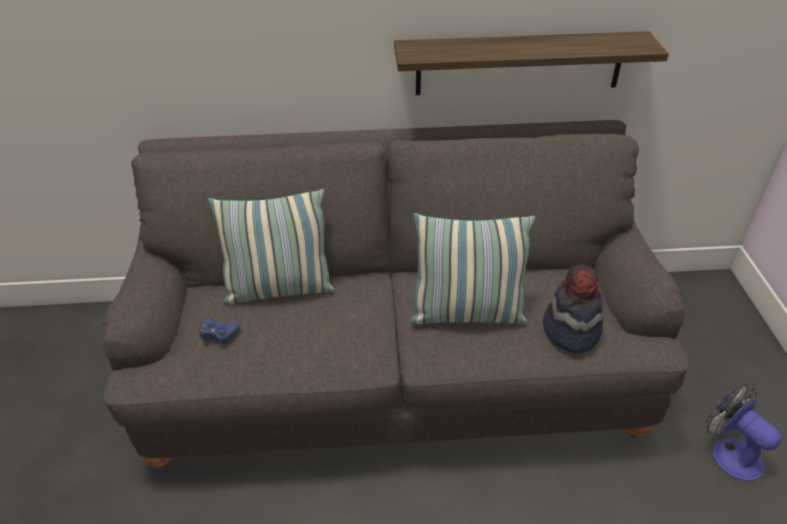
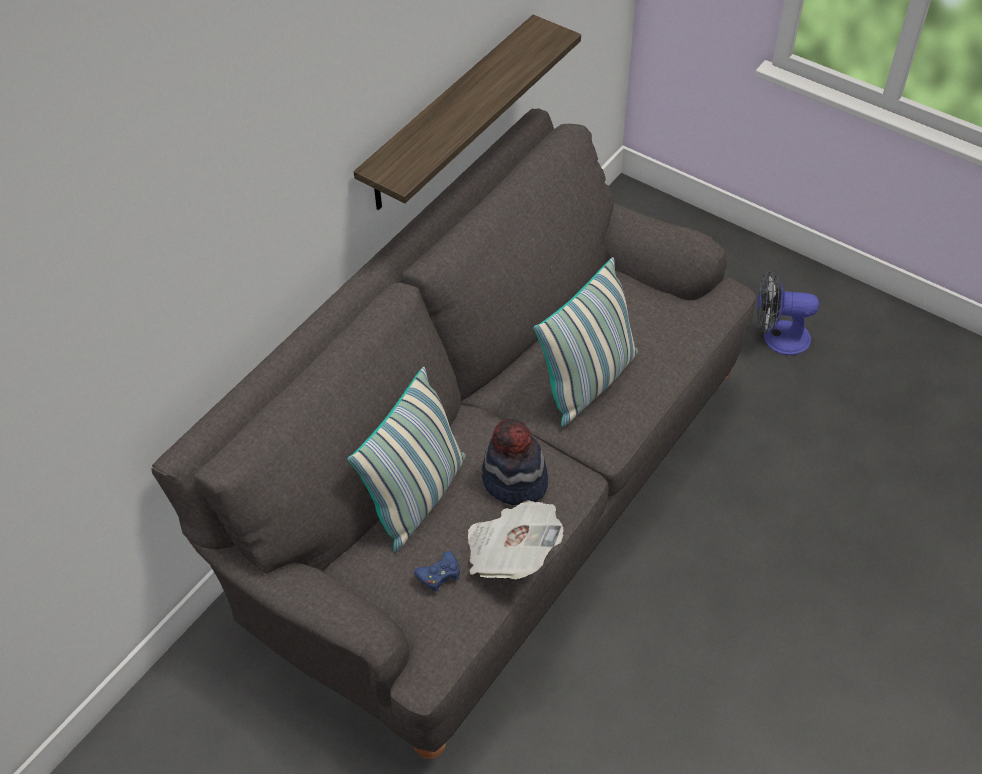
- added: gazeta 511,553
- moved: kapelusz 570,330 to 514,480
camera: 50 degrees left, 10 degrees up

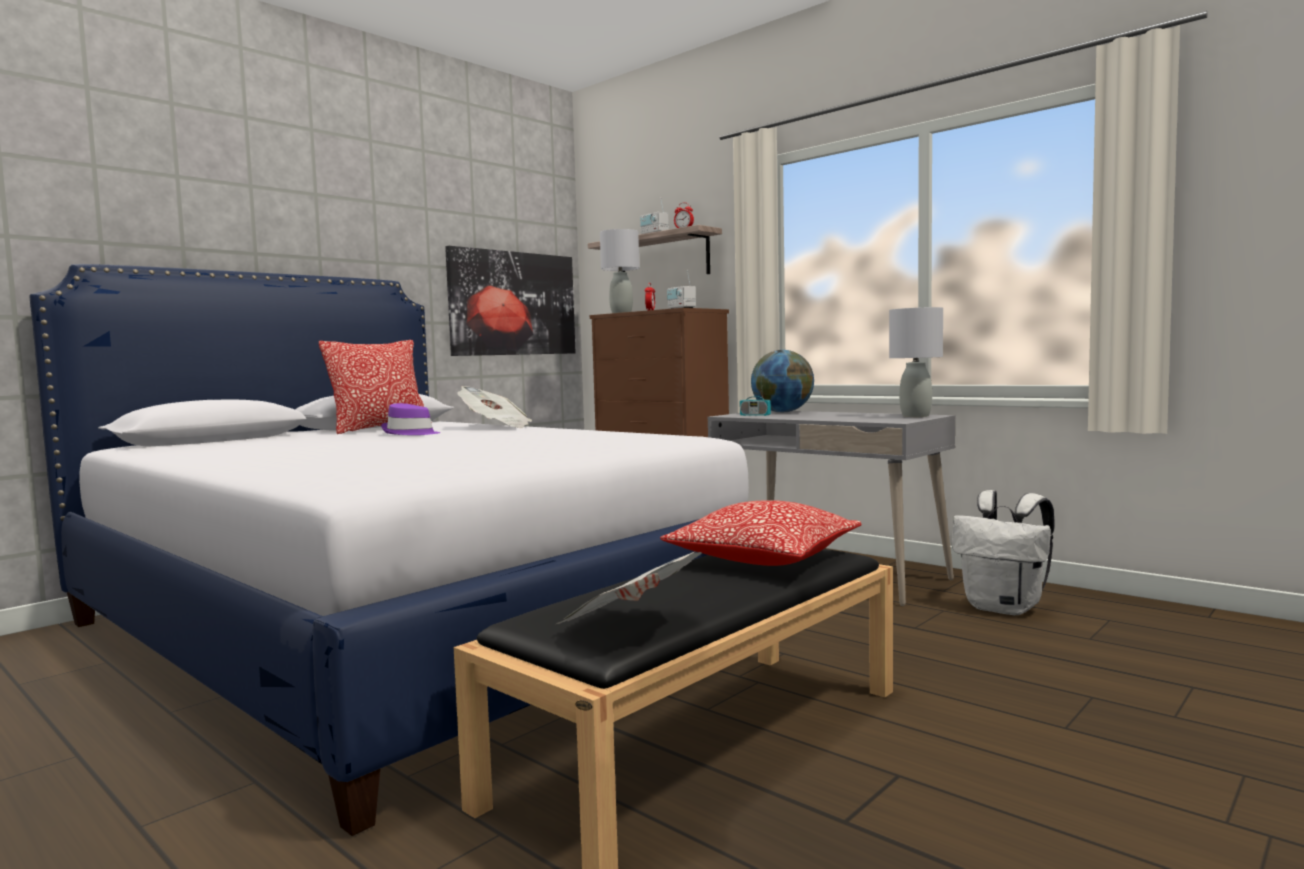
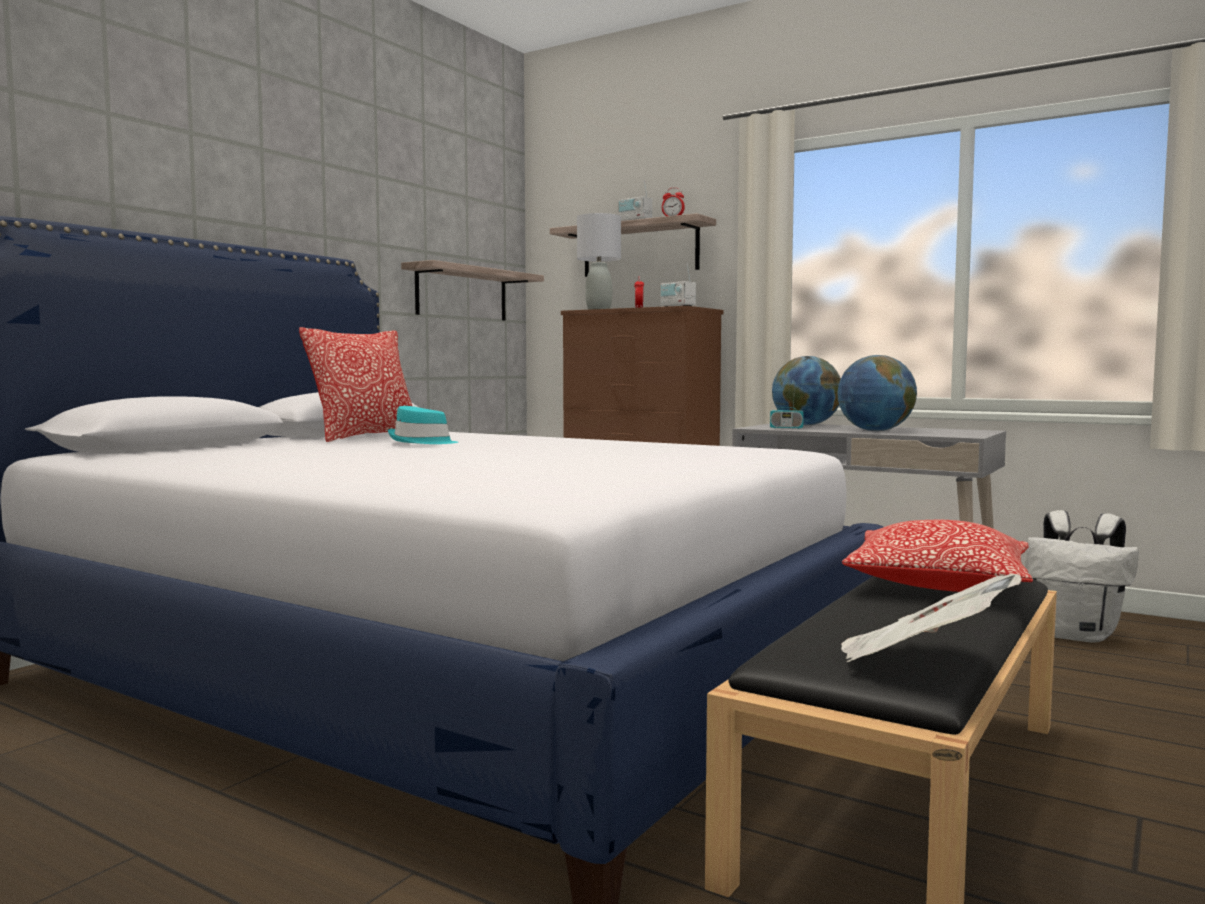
- removed: gazeta 496,427
- removed: lampa stołowa/szary 916,416
- added: globus 875,431
- replaced: obraz 513,303 to półka 462,294
- recoloured: kapelusz/fioletowy 410,433 to kapelusz/turkusowy 422,442
camera: 10 degrees left, 0 degrees up

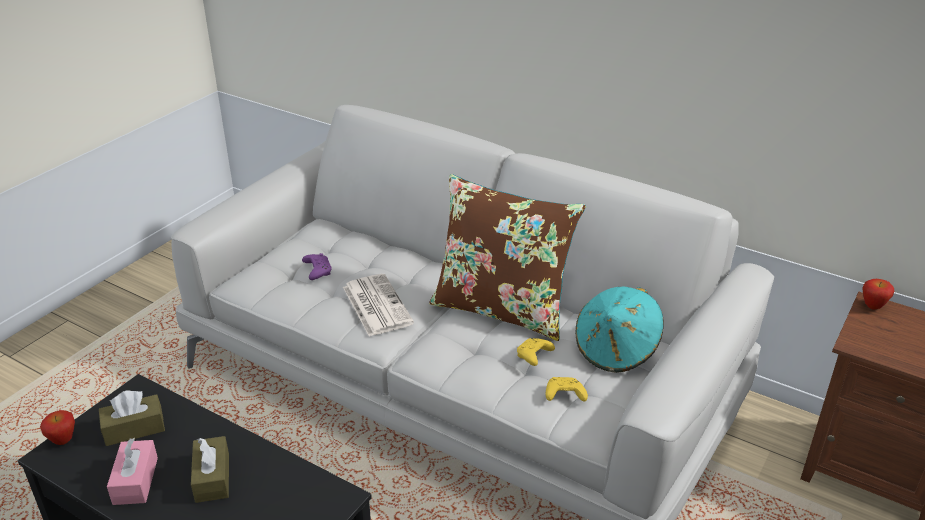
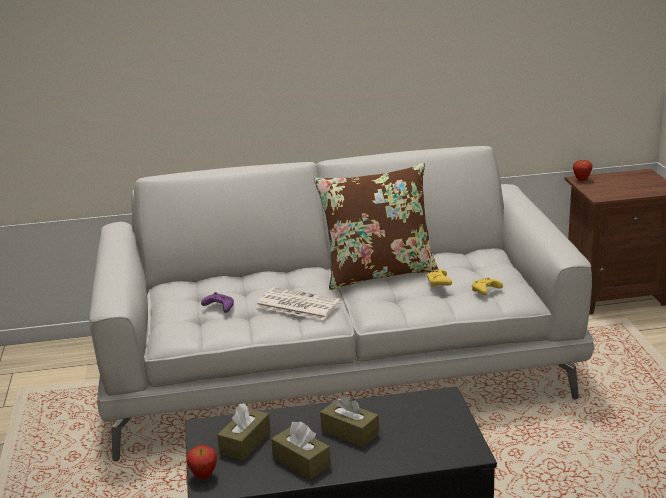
- removed: kapelusz/turkusowy 616,350
- recoloured: pudełko chusteczek/różowy 135,481 to pudełko chusteczek/brązowy 301,462
camera: 40 degrees left, 10 degrees down

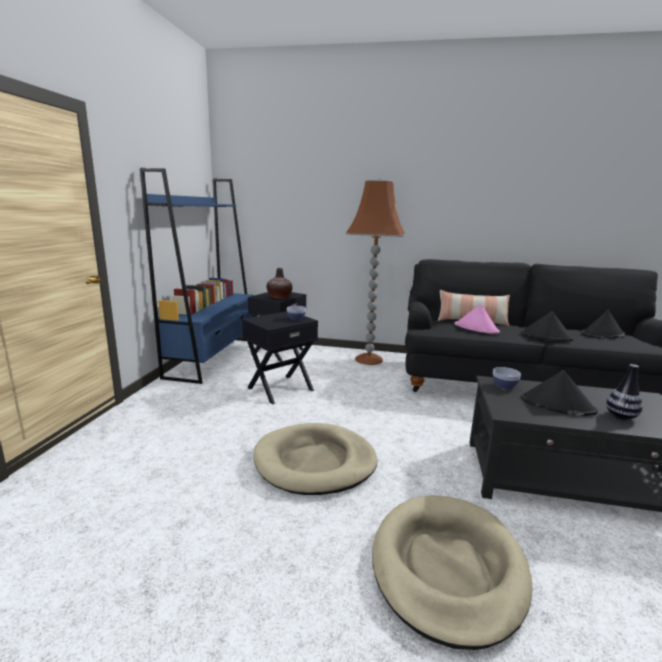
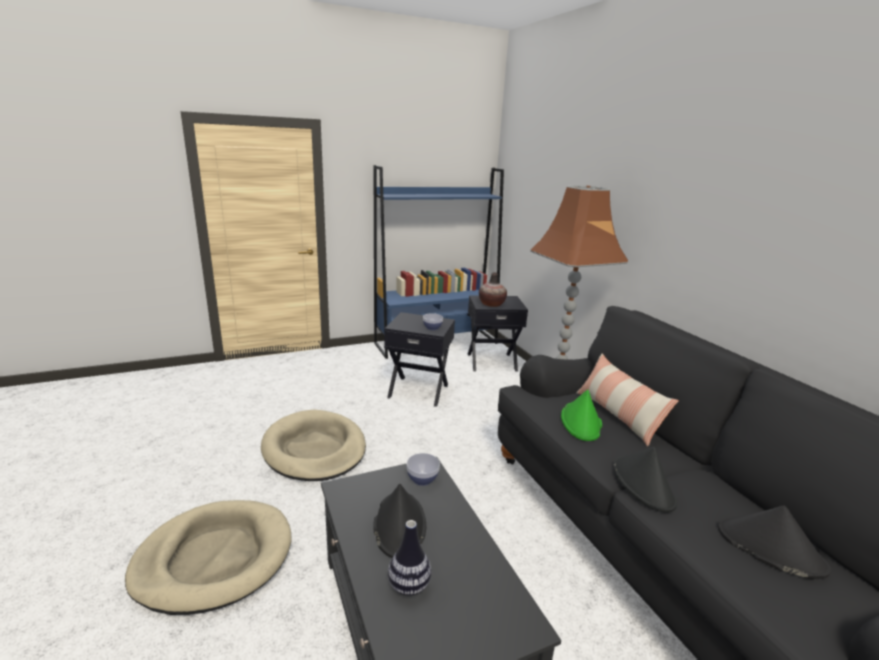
- recoloured: kapelusz/różowy 476,328 to kapelusz/zielony 581,422
camera: 55 degrees right, 5 degrees up

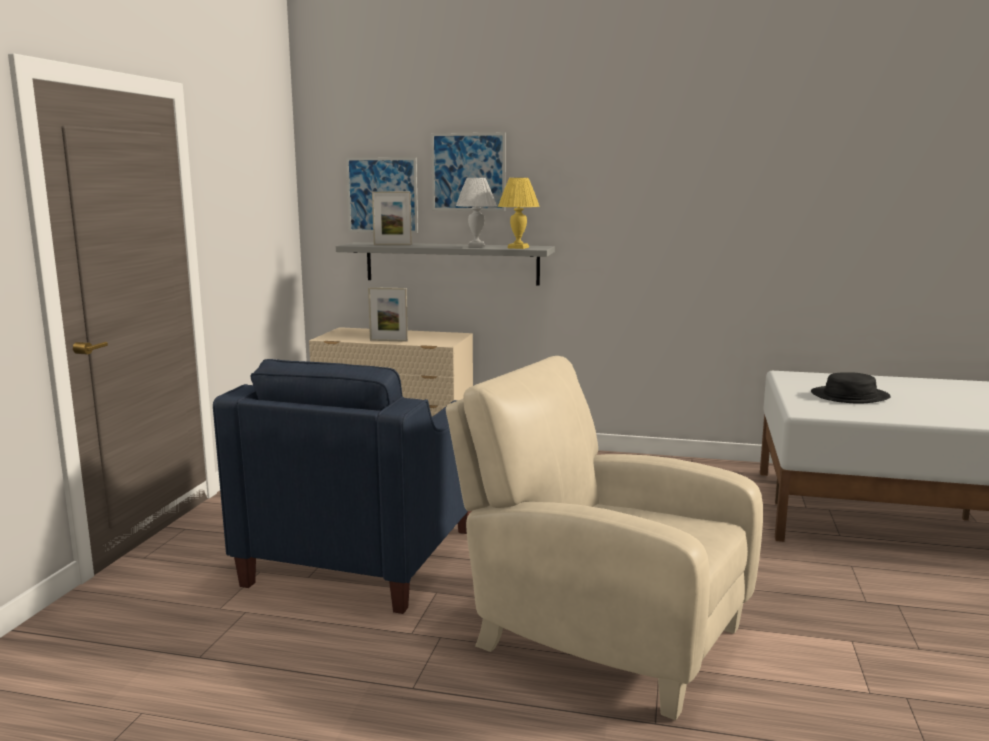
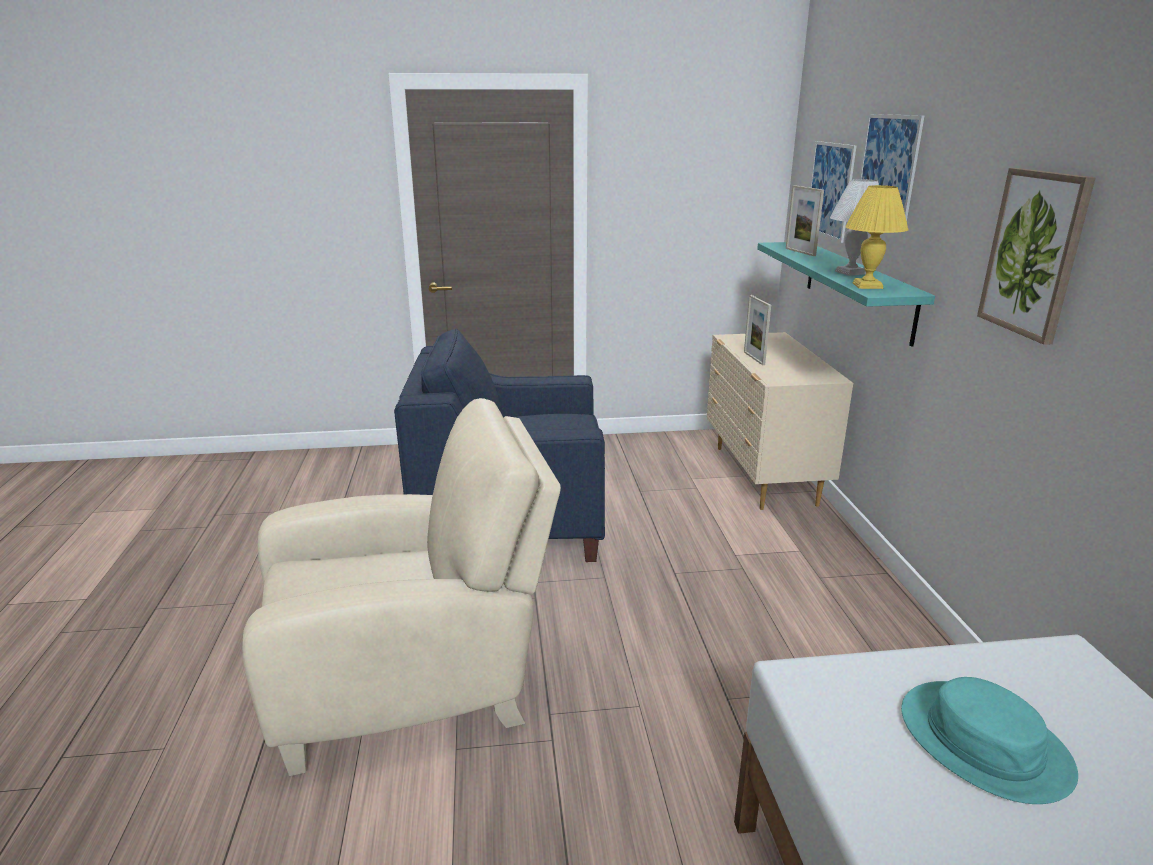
- added: obraz 1034,253
- recoloured: półka/szary 451,263 to półka/turkusowy 857,289
- recoloured: kapelusz/czarny 849,396 to kapelusz/turkusowy 984,741
- turned: fotel/beżowy 600,634 = 413,682 60 degrees clockwise
camera: 70 degrees right, 10 degrees up

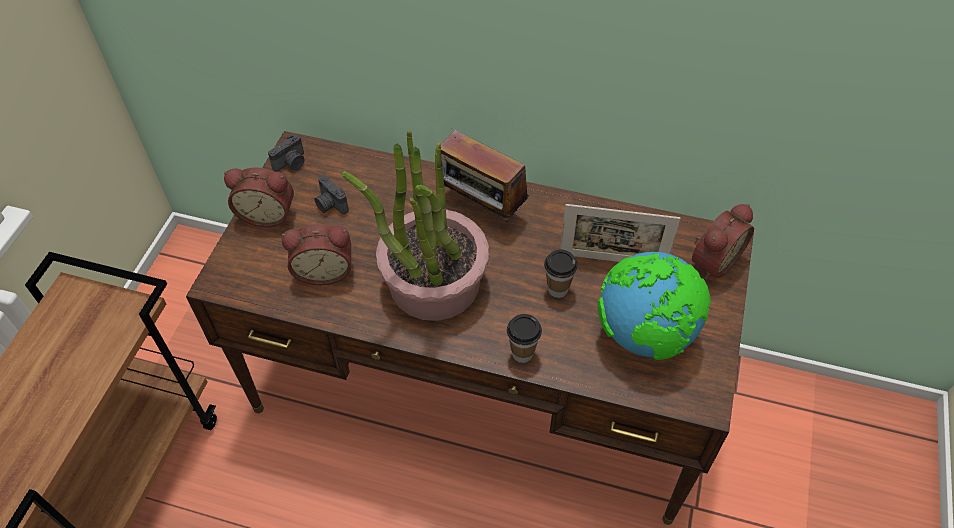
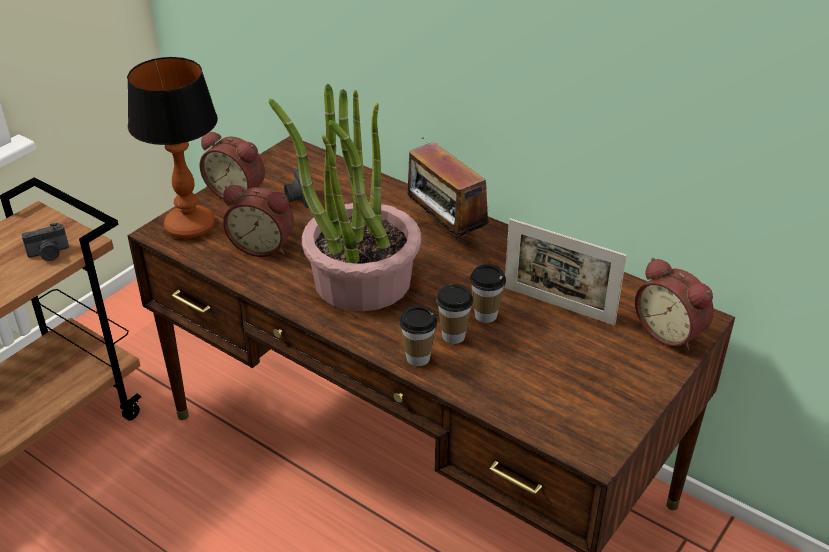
- removed: globus 646,335
- added: lampa stołowa 189,226
- added: filiżanka 453,336
- moved: aparat fotograficzny 291,163 to 49,254
- turned: budzik 712,260 = 671,332 75 degrees clockwise
camera: 20 degrees right, 15 degrees down

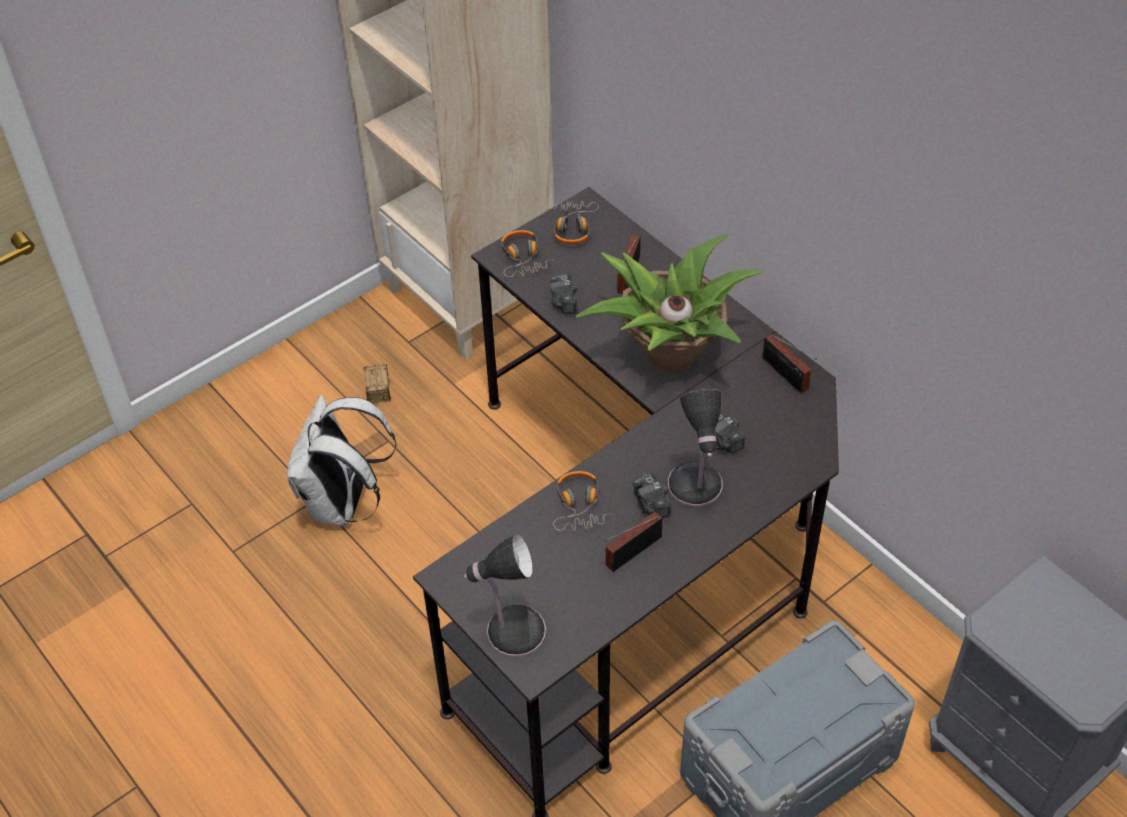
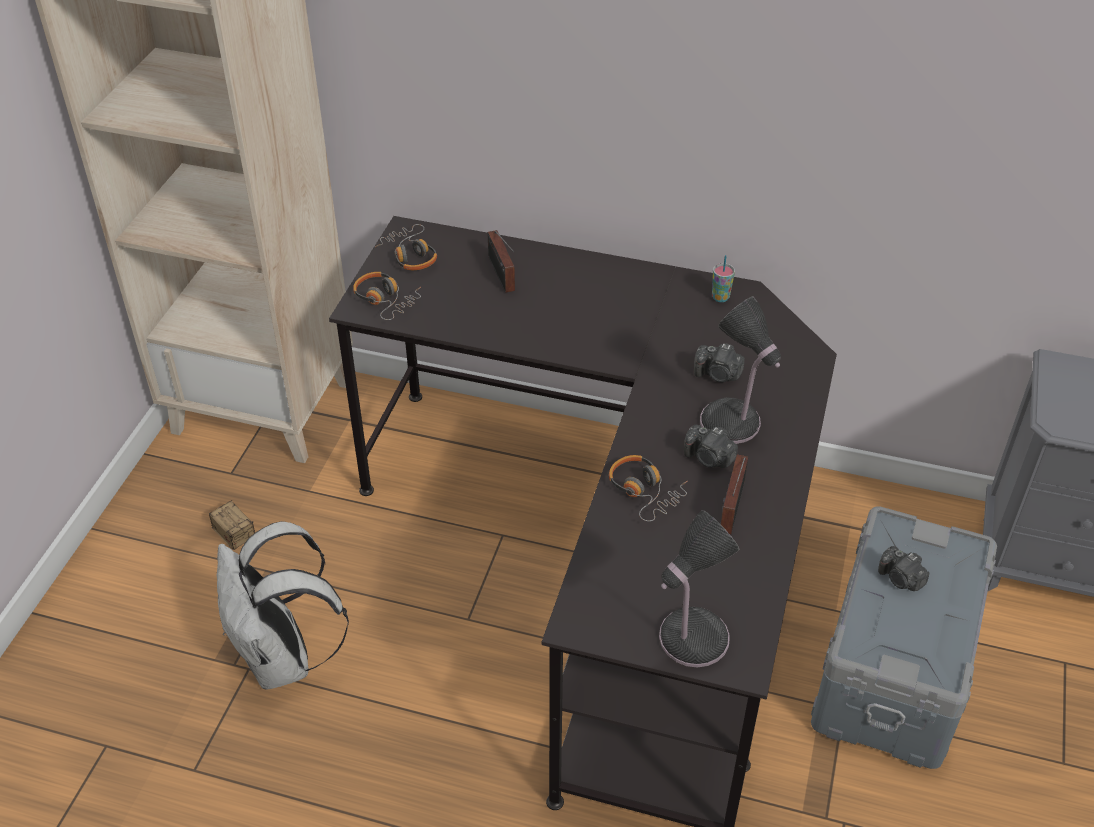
- removed: roślina doniczkowa 669,354
- moved: aparat fotograficzny 564,302 to 900,579
- replaced: radio 786,376 to filiżanka 720,297
camera: 35 degrees left, 5 degrees down

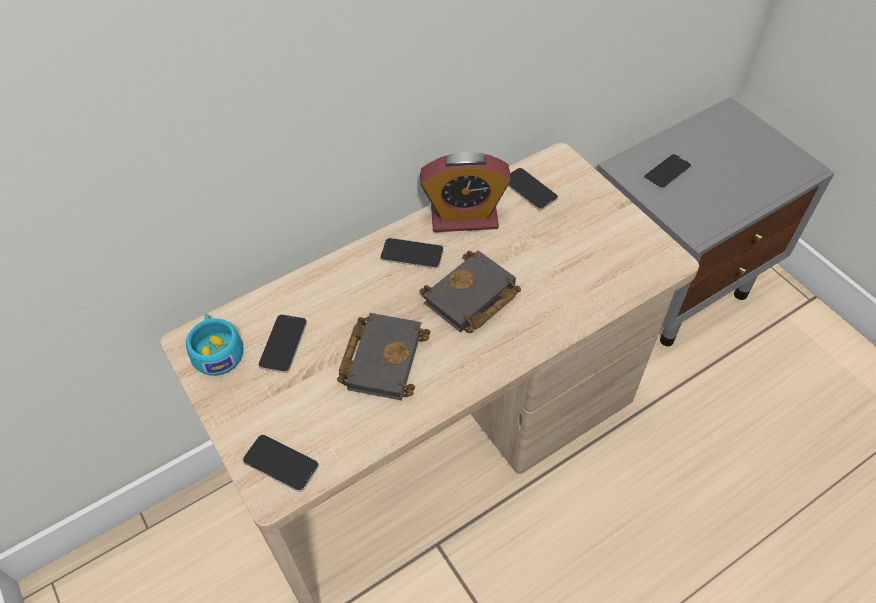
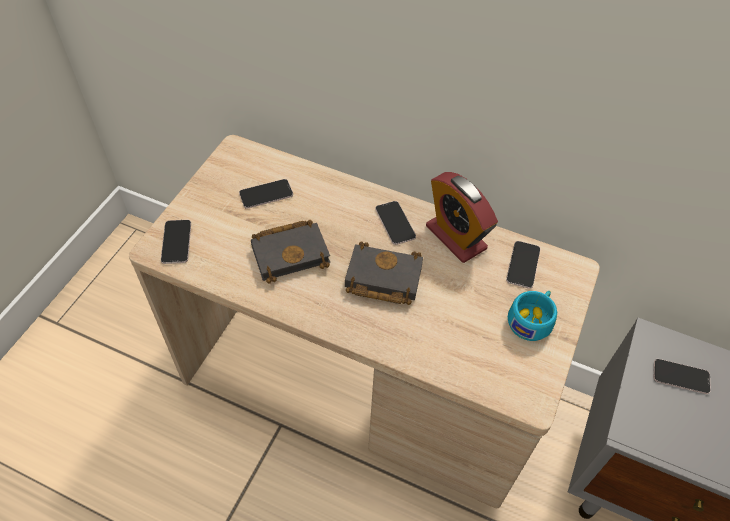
- moved: filiżanka/turkusowy 217,351 to 531,319
camera: 55 degrees right, 0 degrees up

